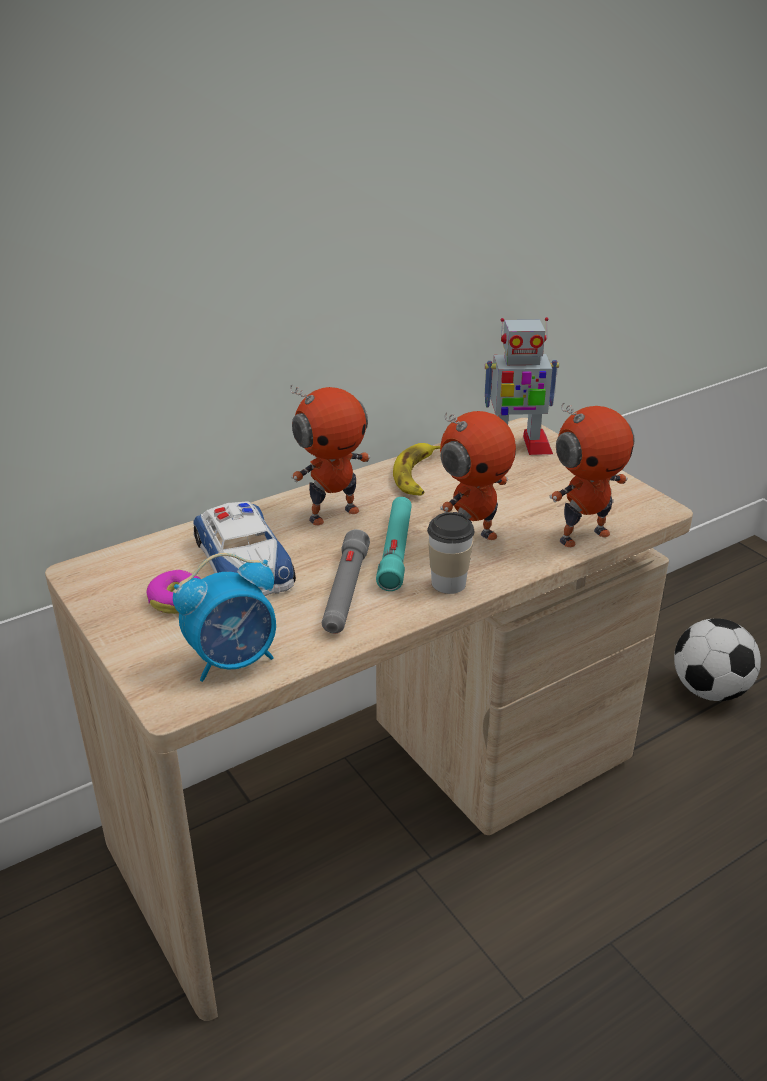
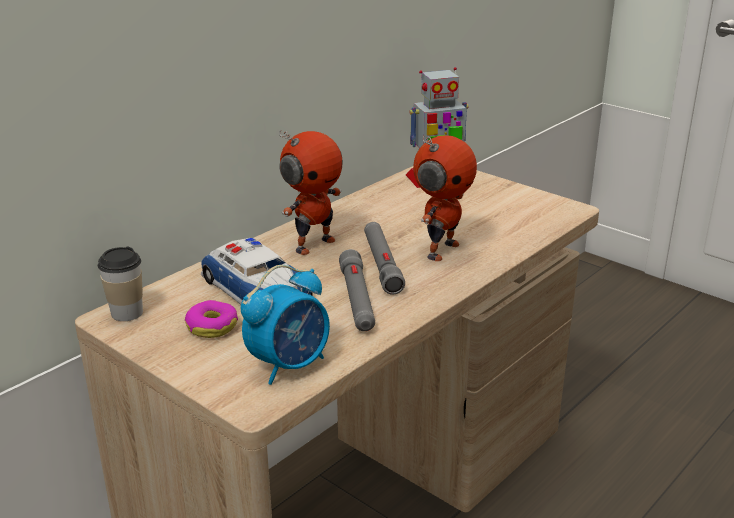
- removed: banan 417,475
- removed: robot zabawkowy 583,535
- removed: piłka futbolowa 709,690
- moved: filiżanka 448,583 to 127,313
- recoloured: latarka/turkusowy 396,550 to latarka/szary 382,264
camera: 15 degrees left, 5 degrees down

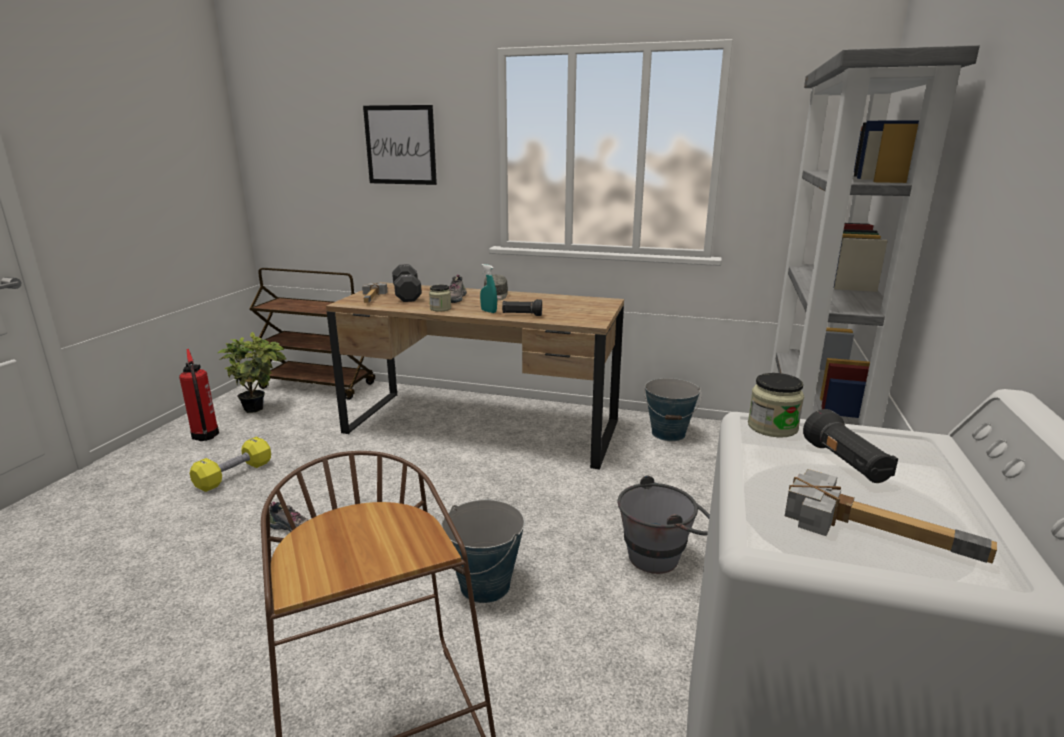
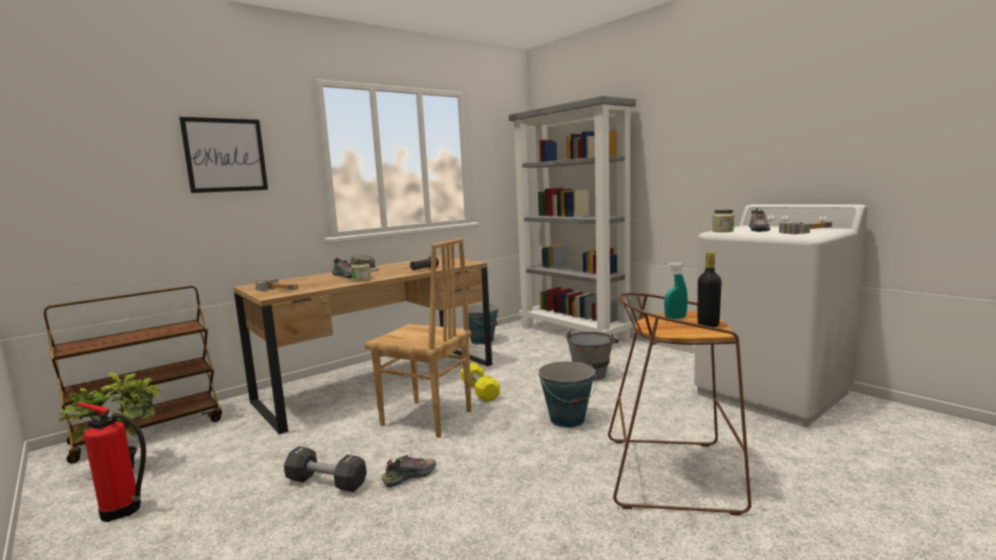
- added: krzesło/brązowy 426,419
- added: butelka/czarny 708,325
- moved: hantel/żółty 234,475 to 480,391
- moved: hantel/czarny 407,294 to 326,482
- moved: spryskiwacz/turkusowy 488,311 to 675,318
- replaced: latarka/czarny 845,464 to but 759,230
camera: 55 degrees left, 10 degrees down

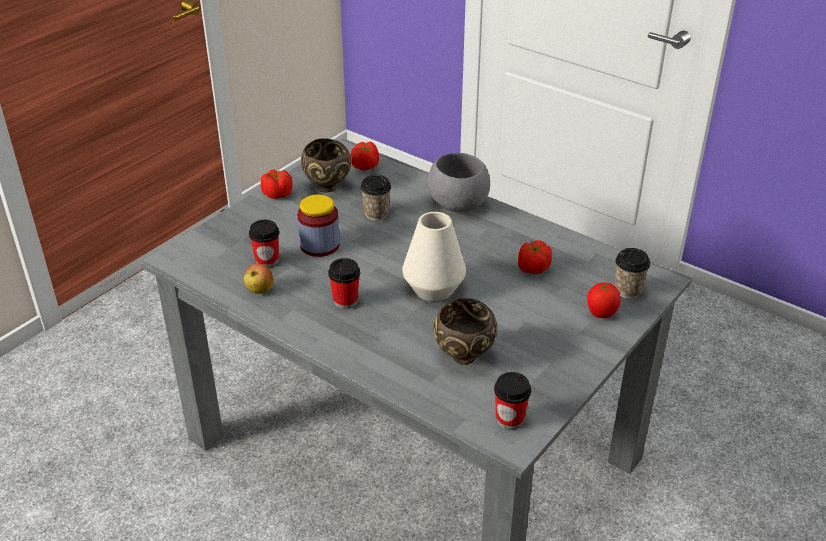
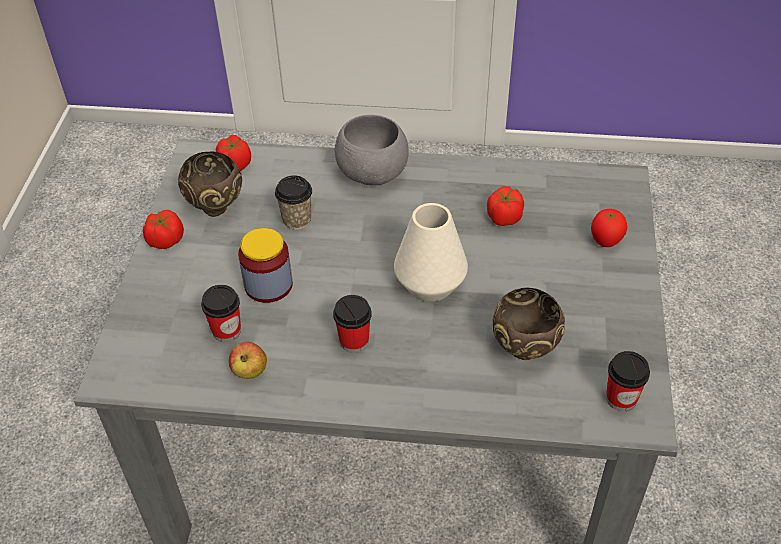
- removed: filiżanka 627,290
camera: 30 degrees left, 10 degrees up

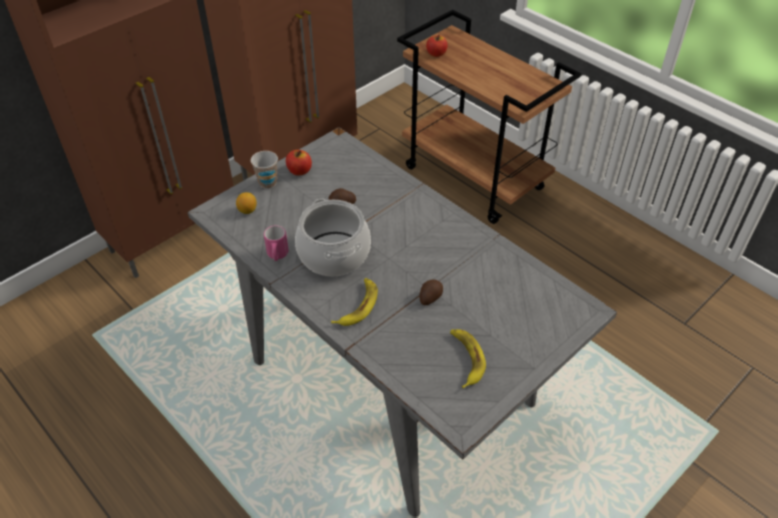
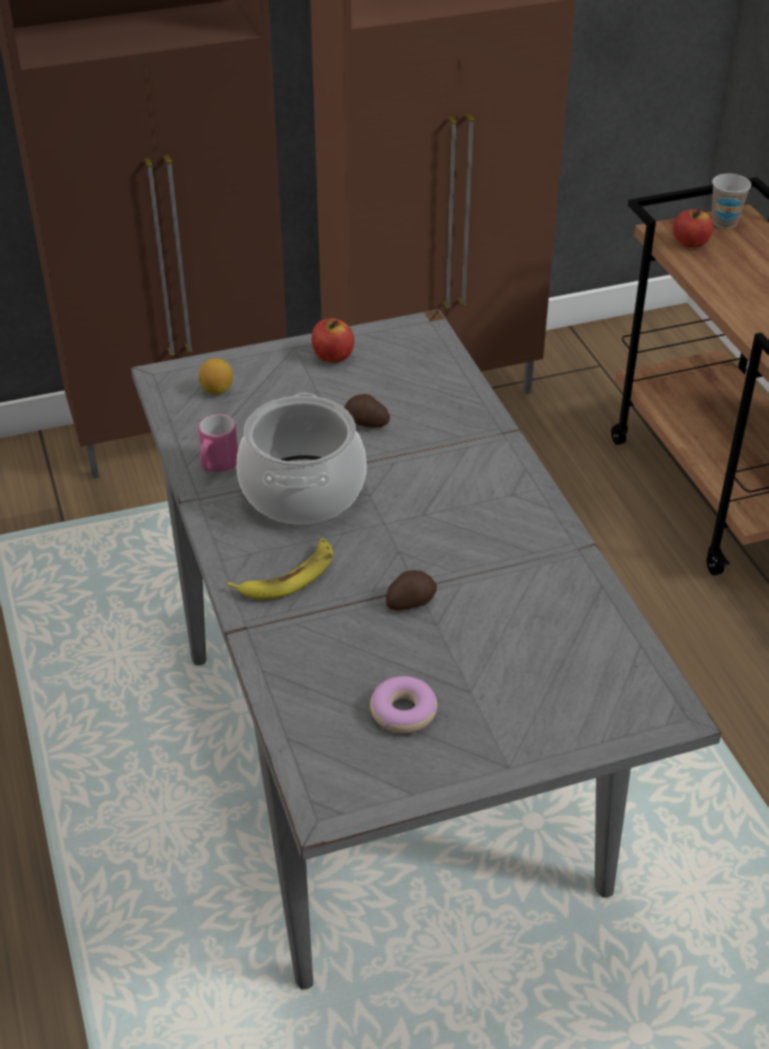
- moved: filiżanka 267,183 to 724,222
- replaced: banan 465,359 to donut 403,712
camera: 25 degrees right, 5 degrees down

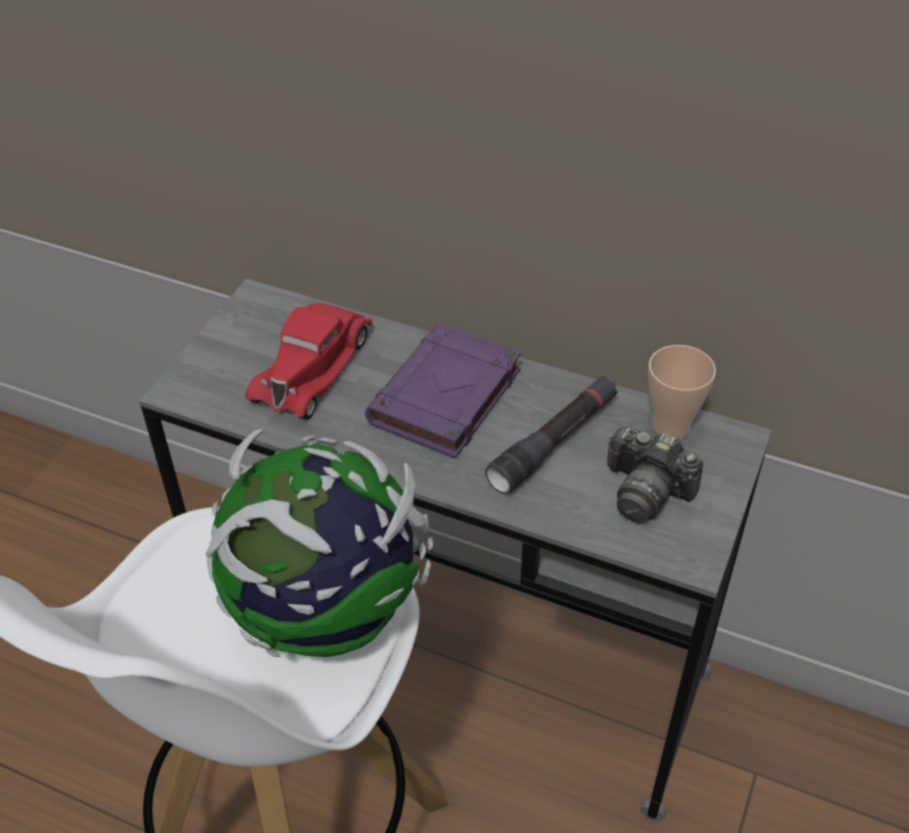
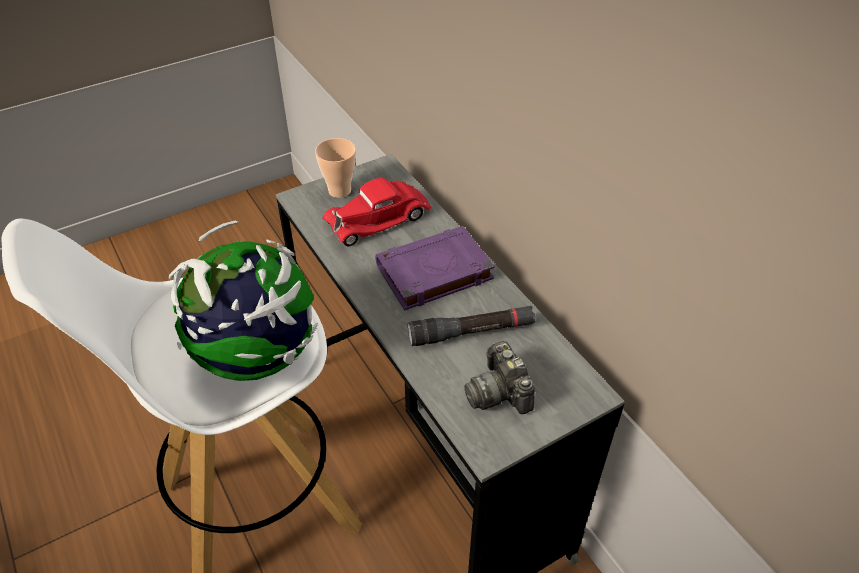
- moved: filiżanka 671,426 to 339,191
camera: 35 degrees right, 0 degrees up

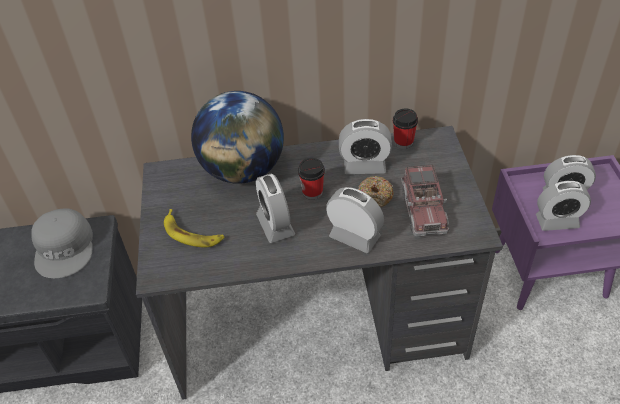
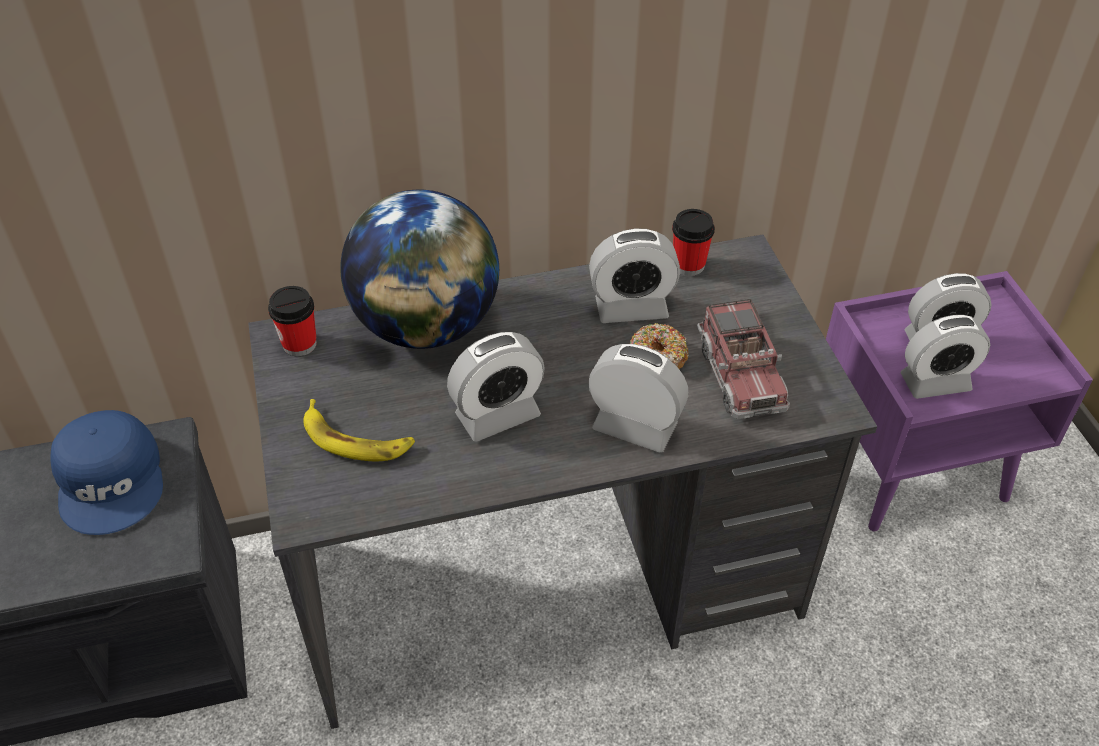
- moved: filiżanka 312,192 to 299,344
- recoloured: czapka z daszkiem/szary 65,247 to czapka z daszkiem/niebieski 112,479
- turned: budzik 275,225 = 498,415 90 degrees counterclockwise
camera: 10 degrees left, 0 degrees up

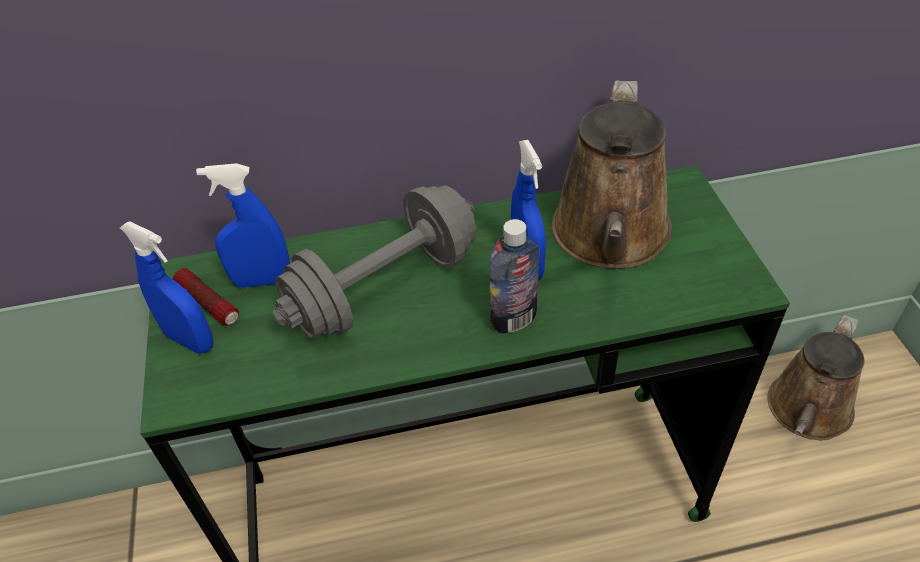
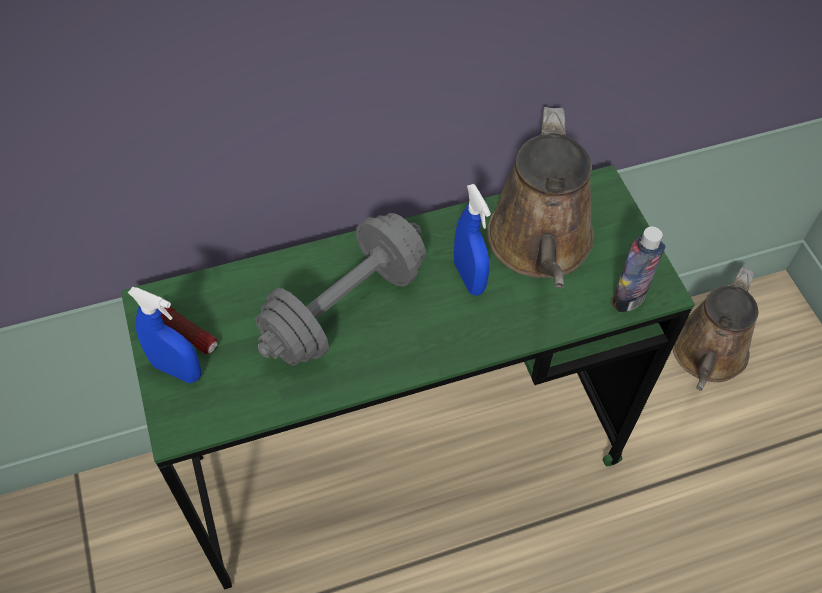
- removed: spryskiwacz/niebieski 262,281
- moved: butelka 514,319 to 628,298
camera: 10 degrees left, 10 degrees up

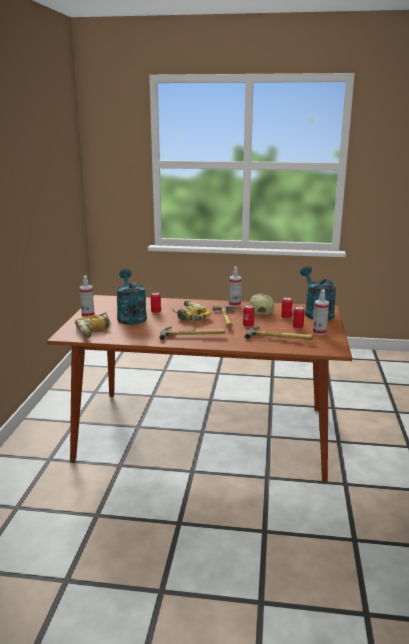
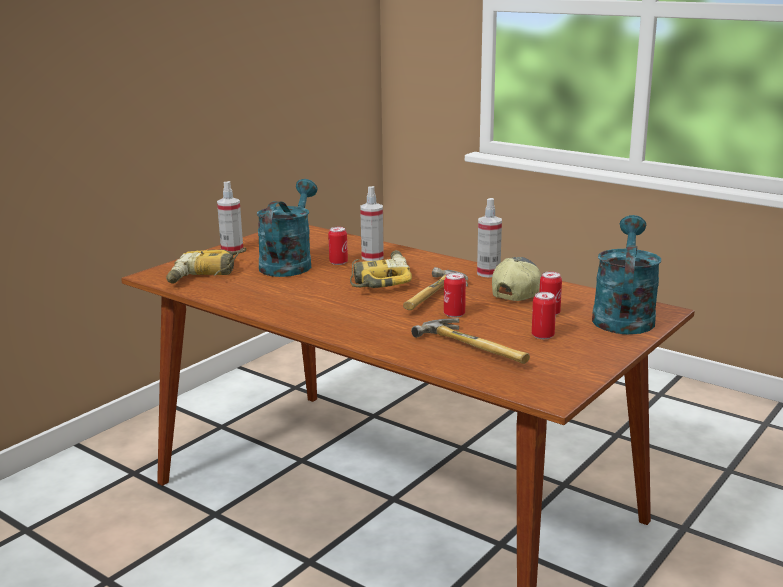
- removed: młotek 192,335
- moved: spryskiwacz 319,332 to 372,257
camera: 30 degrees right, 0 degrees up

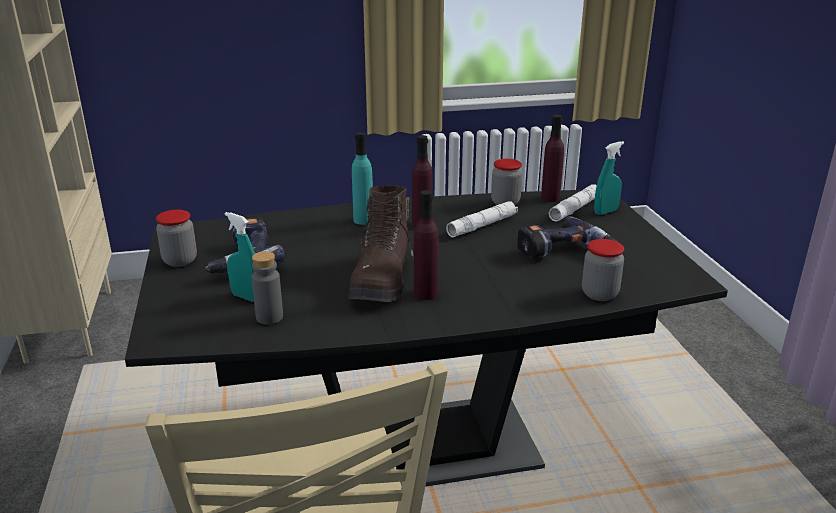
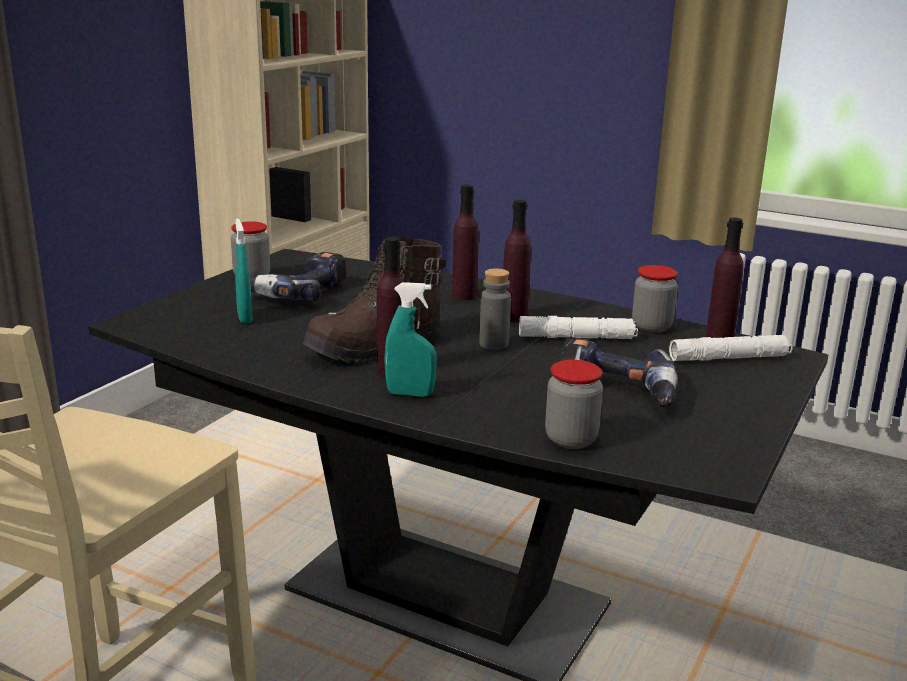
- moved: butelka/szary 269,317 to 494,344
- moved: spryskiwacz/turkusowy 606,212 to 410,394
- recoloured: butelka/turkusowy 363,220 to butelka/fioletowy 464,295
camera: 40 degrees right, 5 degrees down

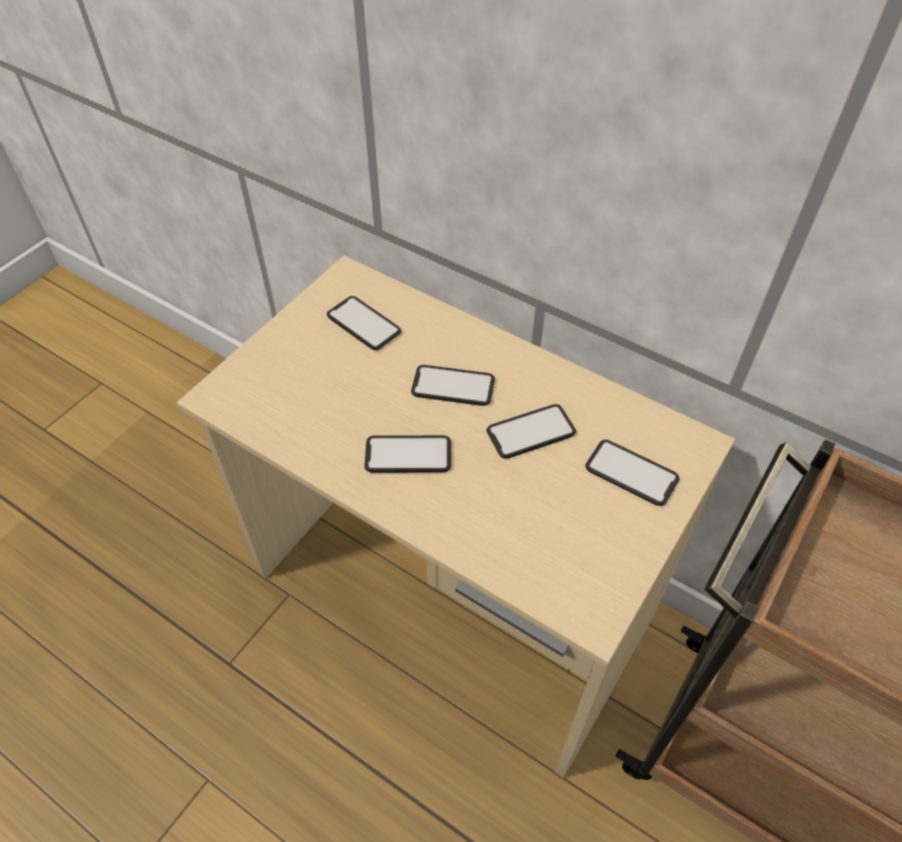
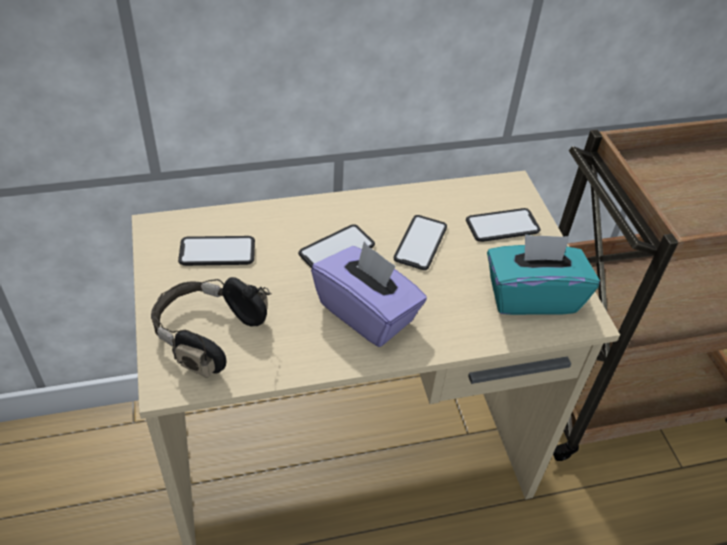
- added: słuchawki/czarny 208,334
- added: pudełko chusteczek/turkusowy 532,296
- replaced: telefon 408,455 to pudełko chusteczek/fioletowy 367,313
camera: 50 degrees left, 5 degrees down

